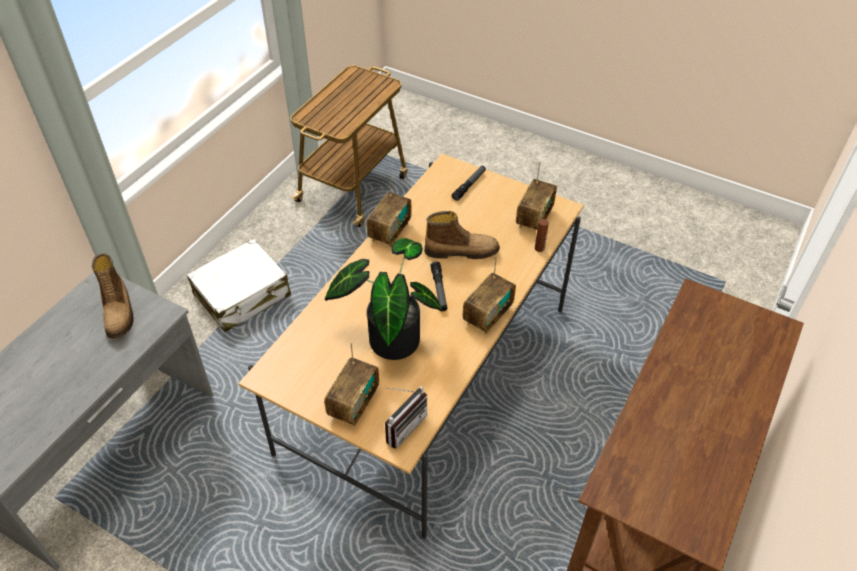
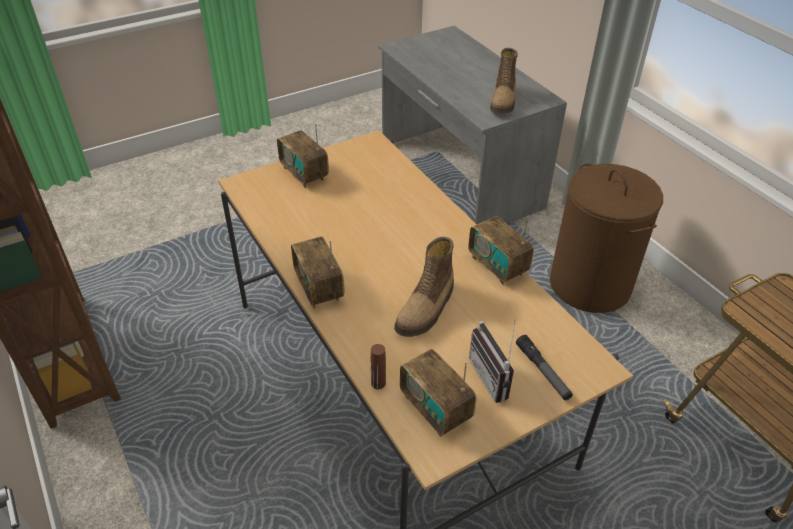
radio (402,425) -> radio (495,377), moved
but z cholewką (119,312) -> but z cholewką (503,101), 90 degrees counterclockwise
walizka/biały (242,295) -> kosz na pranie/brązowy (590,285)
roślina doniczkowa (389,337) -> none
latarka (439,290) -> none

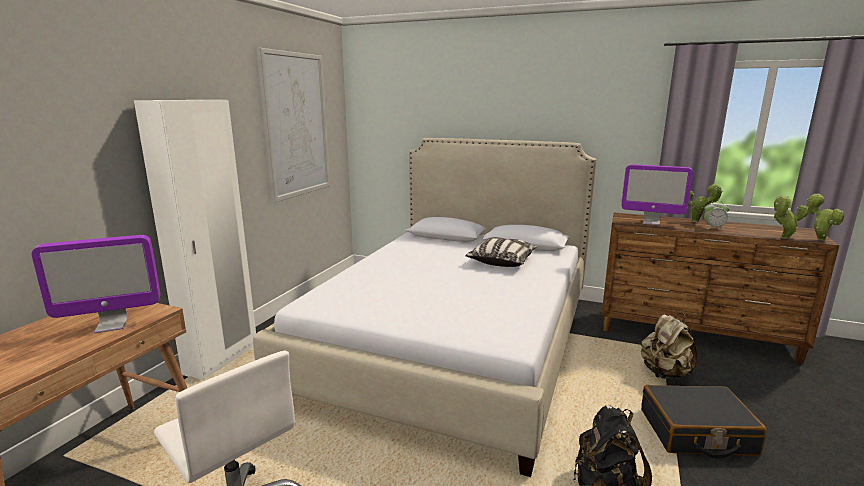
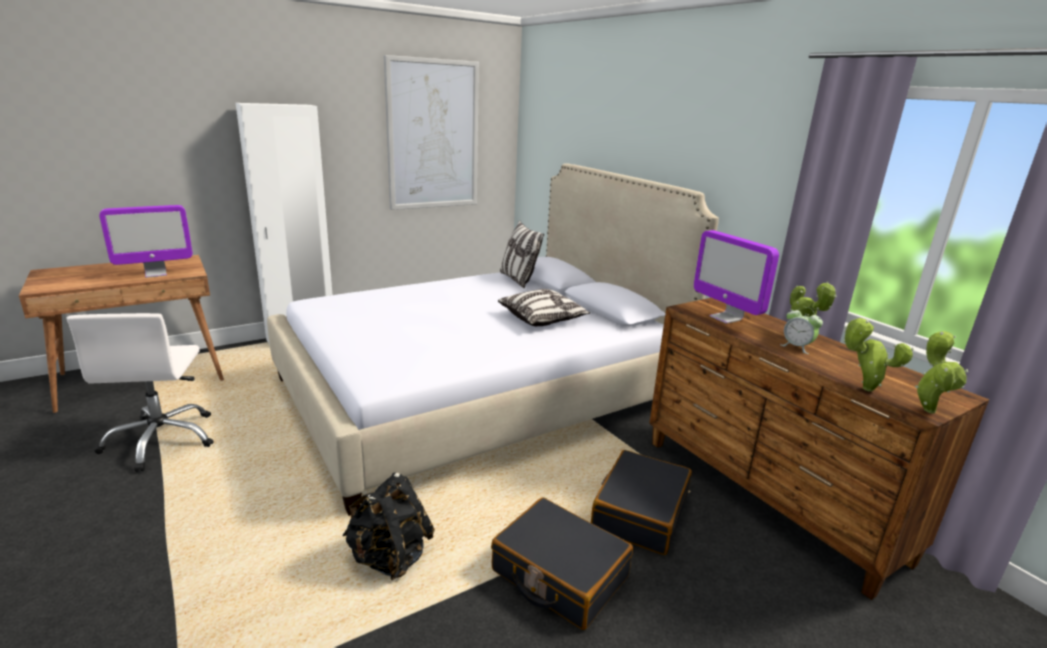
monitor (111,325) -> monitor (155,274), 45 degrees counterclockwise
none -> poduszka (518,280)
plecak/beżowy (665,373) -> walizka/czarny (639,512)

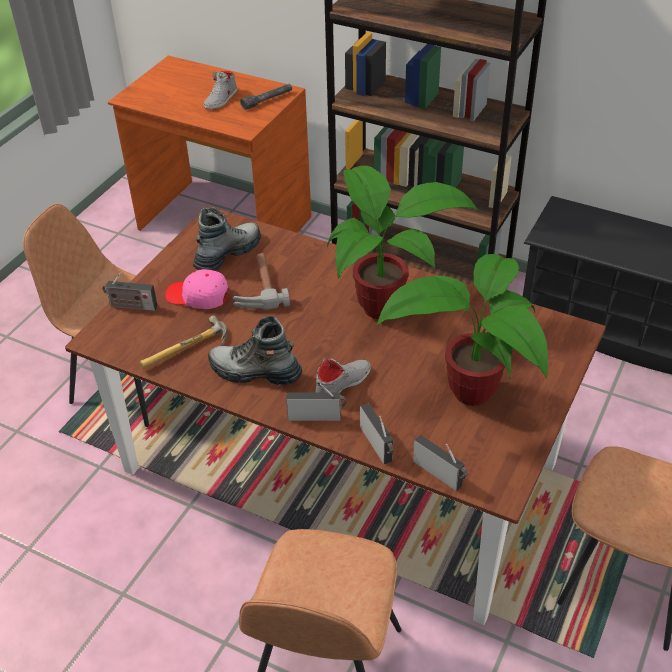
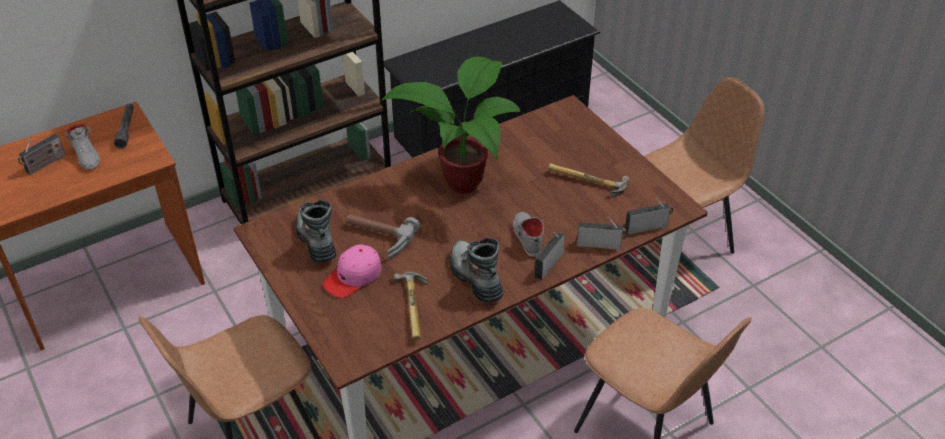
radio (131,306) -> radio (44,165), moved
but z cholewką (255,372) -> but z cholewką (475,278), 105 degrees clockwise
roślina doniczkowa (465,395) -> młotek (586,183)

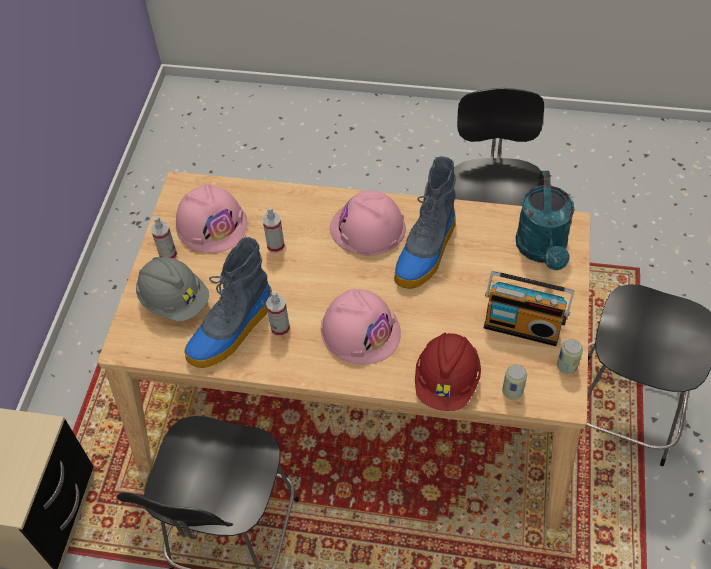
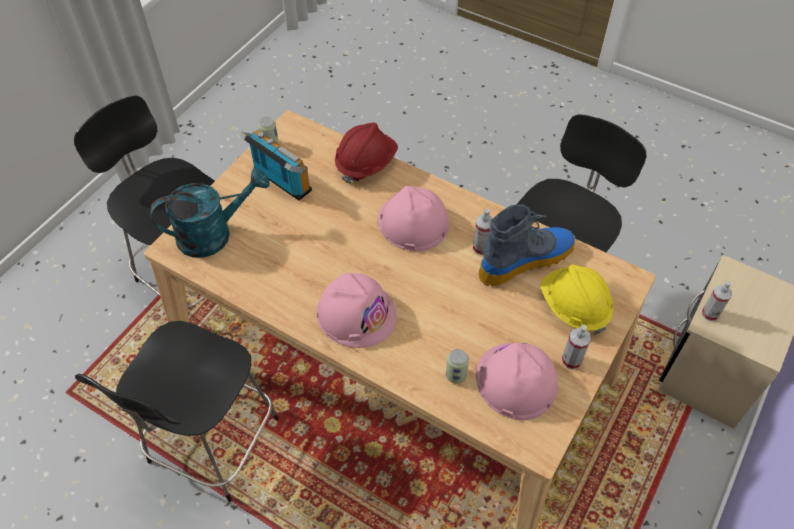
konewka/turkusowy (542,250) -> konewka/turkusowy (214,233), 45 degrees clockwise
puszka (512,391) -> puszka (456,375), moved
kask/szary (174,300) -> kask/żółty (573,307)
spryskiwacz (275,245) -> spryskiwacz (710,314), moved
but z cholewką (426,252) -> none

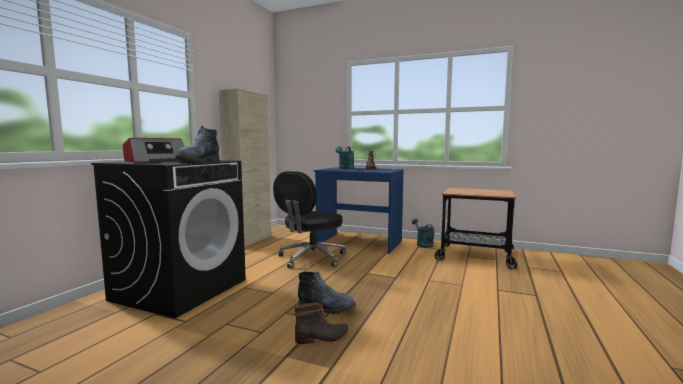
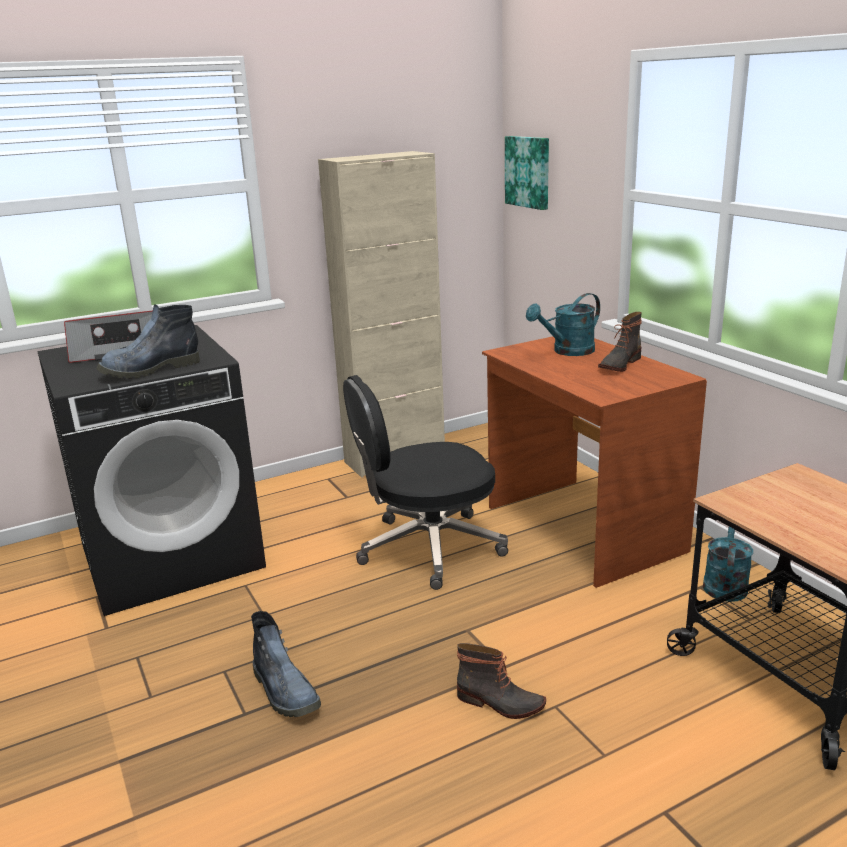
but z cholewką (322,337) -> but z cholewką (500,703), moved
biurko/niebieski (359,243) -> biurko/brązowy (581,529)
none -> obraz (528,172)

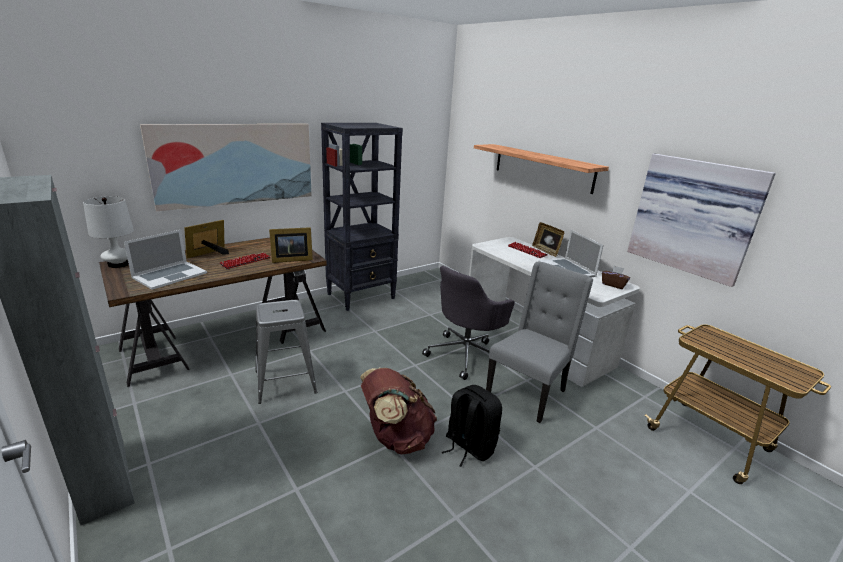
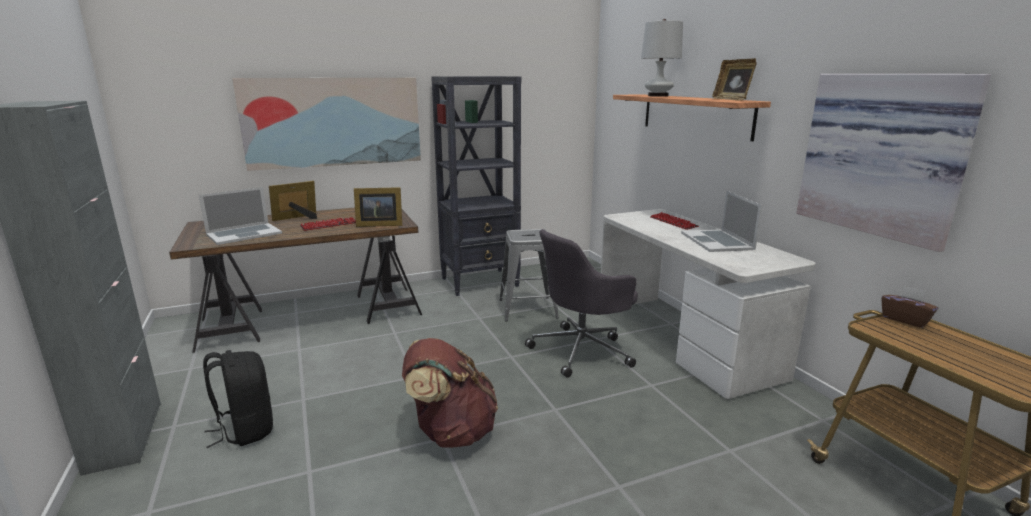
plecak/czarny (468,447) -> plecak/czarny (245,430), moved
stołek/szary (285,381) -> stołek/szary (528,309), moved
lampa stołowa/biały (118,264) -> lampa stołowa/biały (658,96), moved
ramka na zdjęcie (546,251) -> ramka na zdjęcie (732,99), moved
pudełko chusteczek/brązowy (613,285) -> pudełko chusteczek/brązowy (905,319), moved
krzesło/szary (527,393) -> none

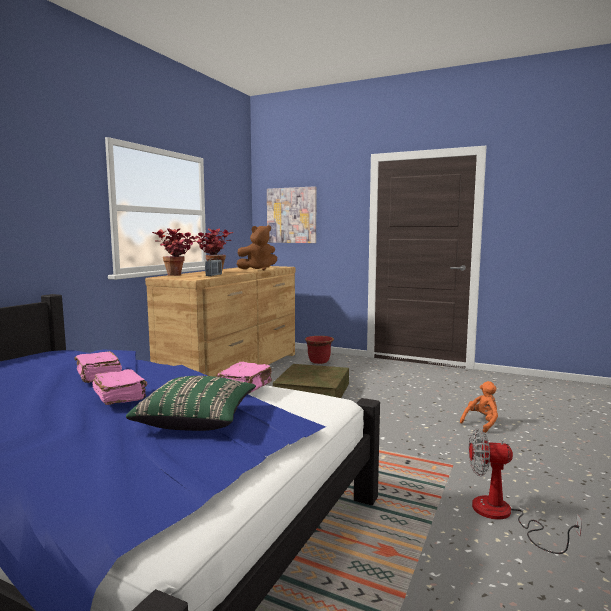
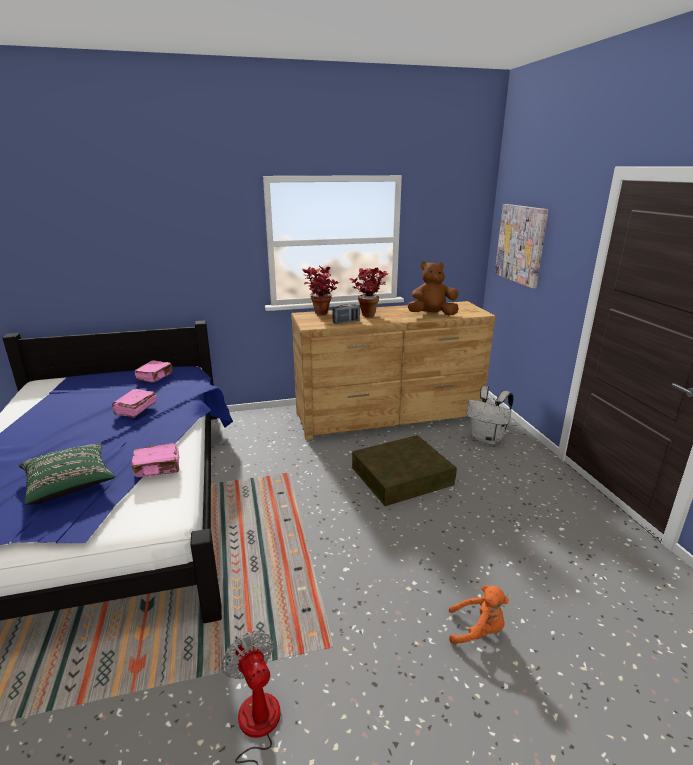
książka/różowy (120,397) -> książka/różowy (155,377), moved
pluszak/brązowy (258,269) -> pluszak/brązowy (432,315), 150 degrees clockwise
donica/czerwony (319,361) -> plecak/biały (487,439)

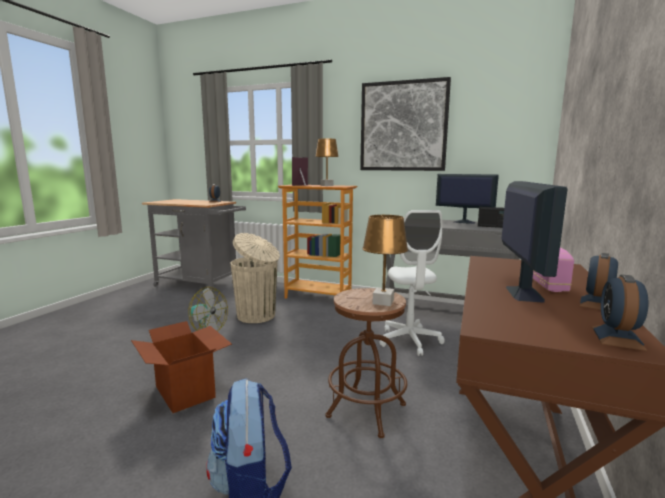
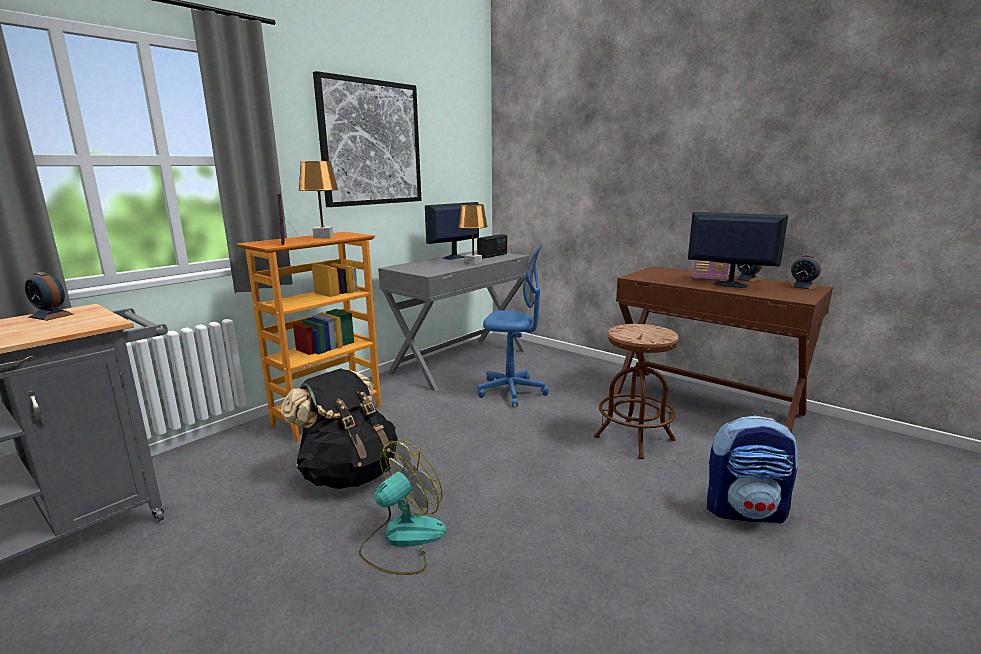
kosz na śmieci/beżowy (257,316) -> plecak/czarny (349,473)
lampa stołowa/brązowy (383,302) -> lampa stołowa/brązowy (473,263), moved
krzesło biurowe/biały (409,340) -> krzesło biurowe/niebieski (511,391)
karton (186,391) -> none

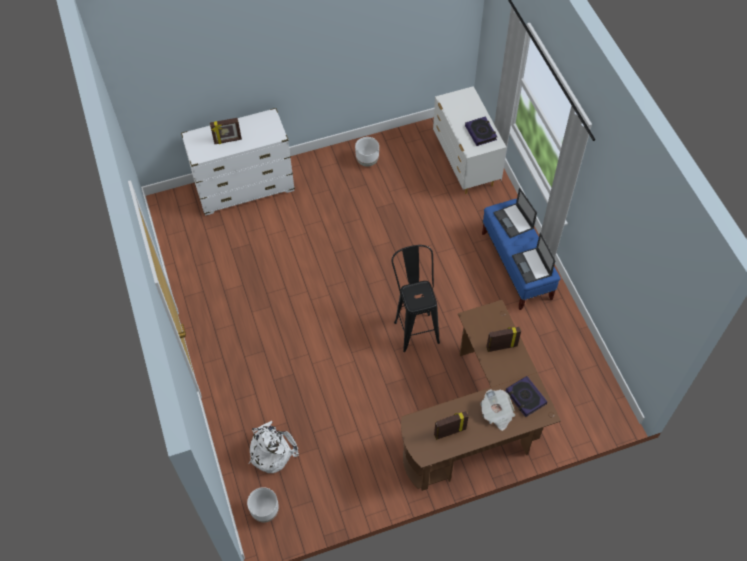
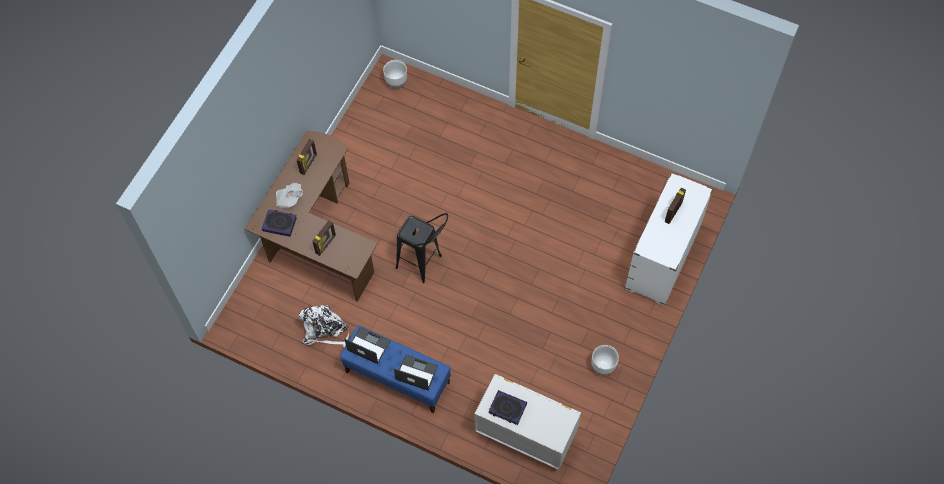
plecak/biały (271,450) -> plecak/biały (325,329), moved

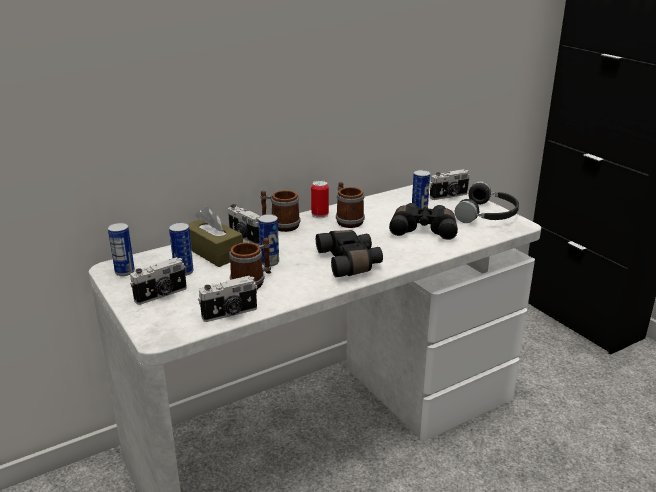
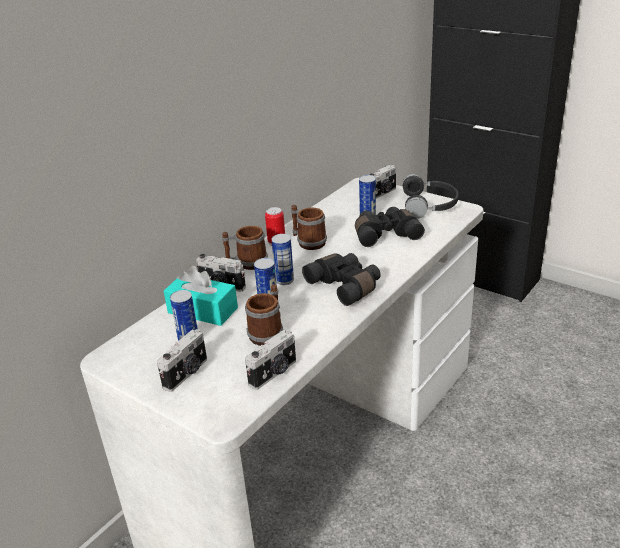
pudełko chusteczek/brązowy (214,252) -> pudełko chusteczek/turkusowy (203,310)
puszka (125,272) -> puszka (284,280), moved

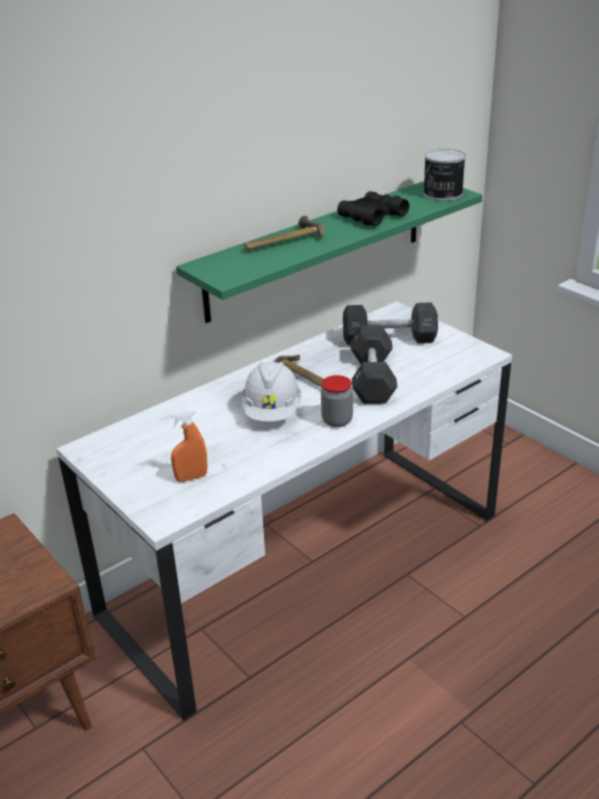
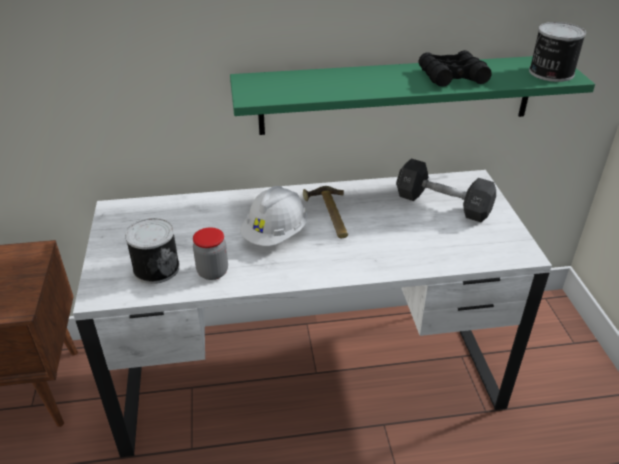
spryskiwacz/pomarańczowy (191,477) -> puszka (156,267)
słoik (337,420) -> słoik (212,272), moved
młotek (283,241) -> none
hantel/czarny (372,379) -> none

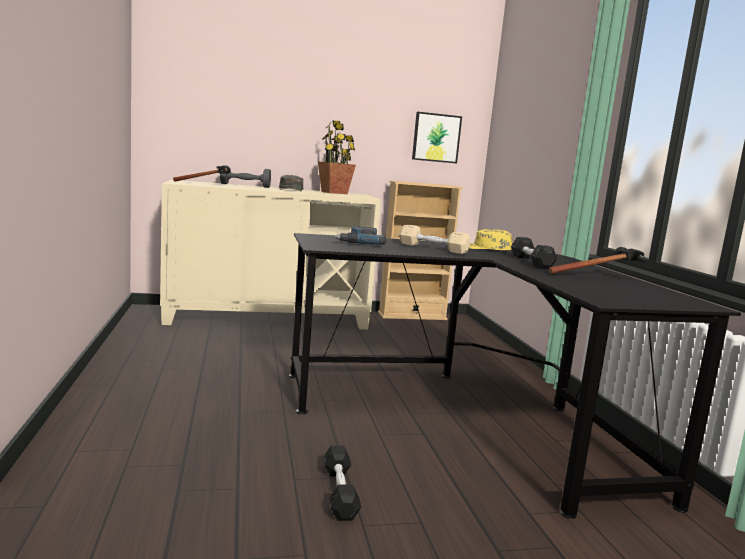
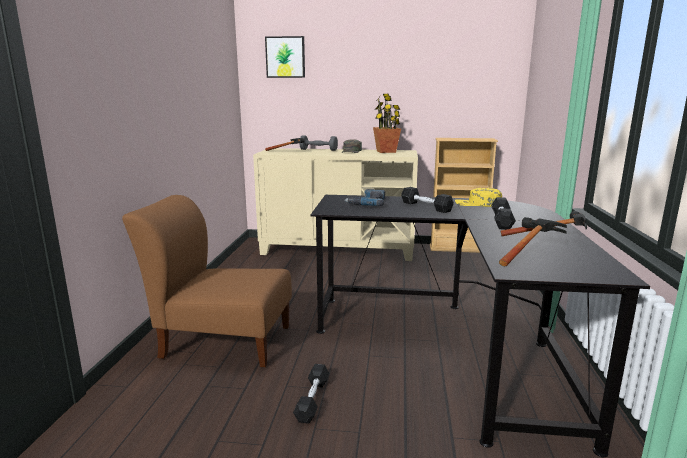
none -> krzesło/brązowy (222,341)
obraz (436,138) -> obraz (285,57), moved
hantel/beżowy (432,248) -> hantel/czarny (426,207)
none -> młotek (528,252)

